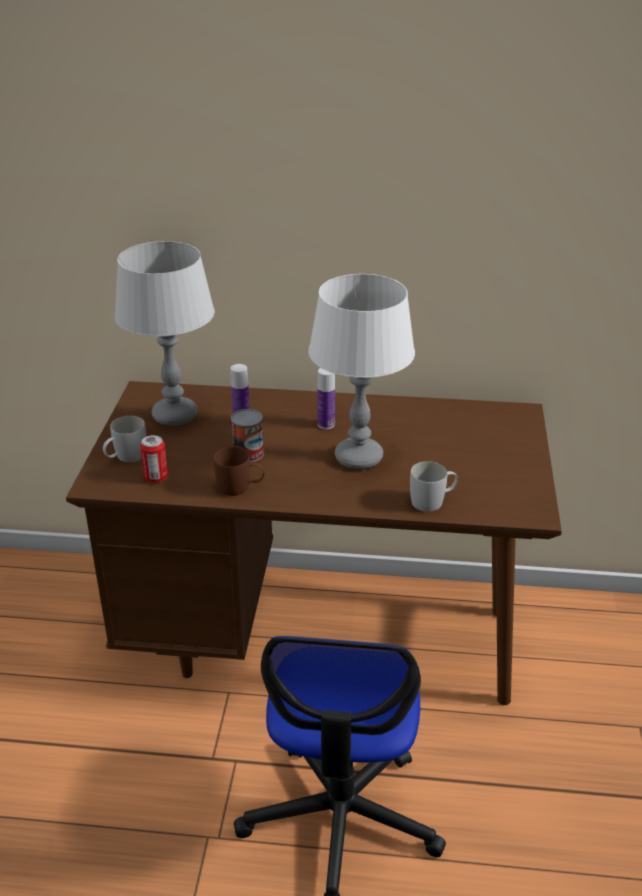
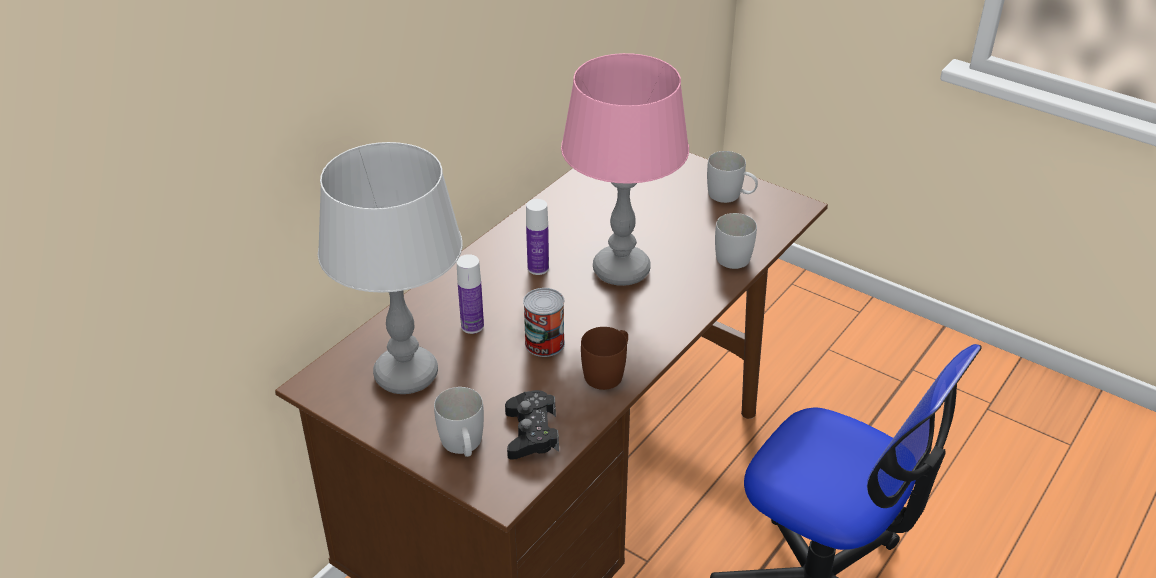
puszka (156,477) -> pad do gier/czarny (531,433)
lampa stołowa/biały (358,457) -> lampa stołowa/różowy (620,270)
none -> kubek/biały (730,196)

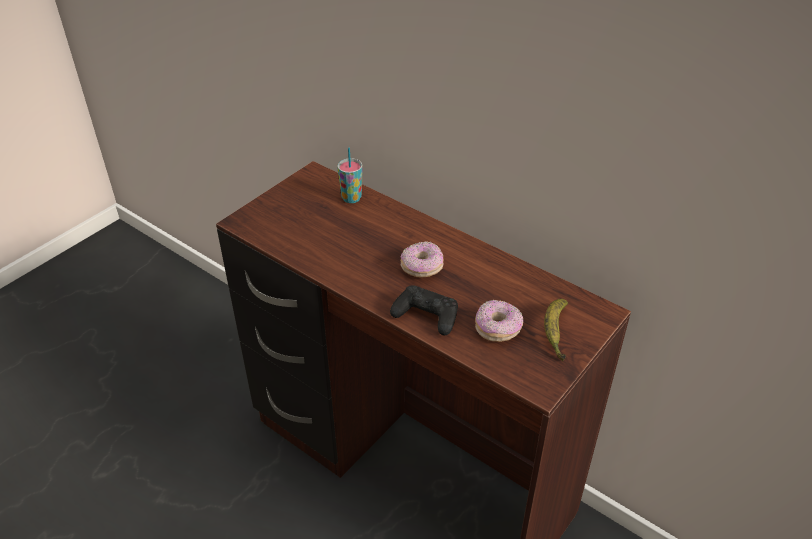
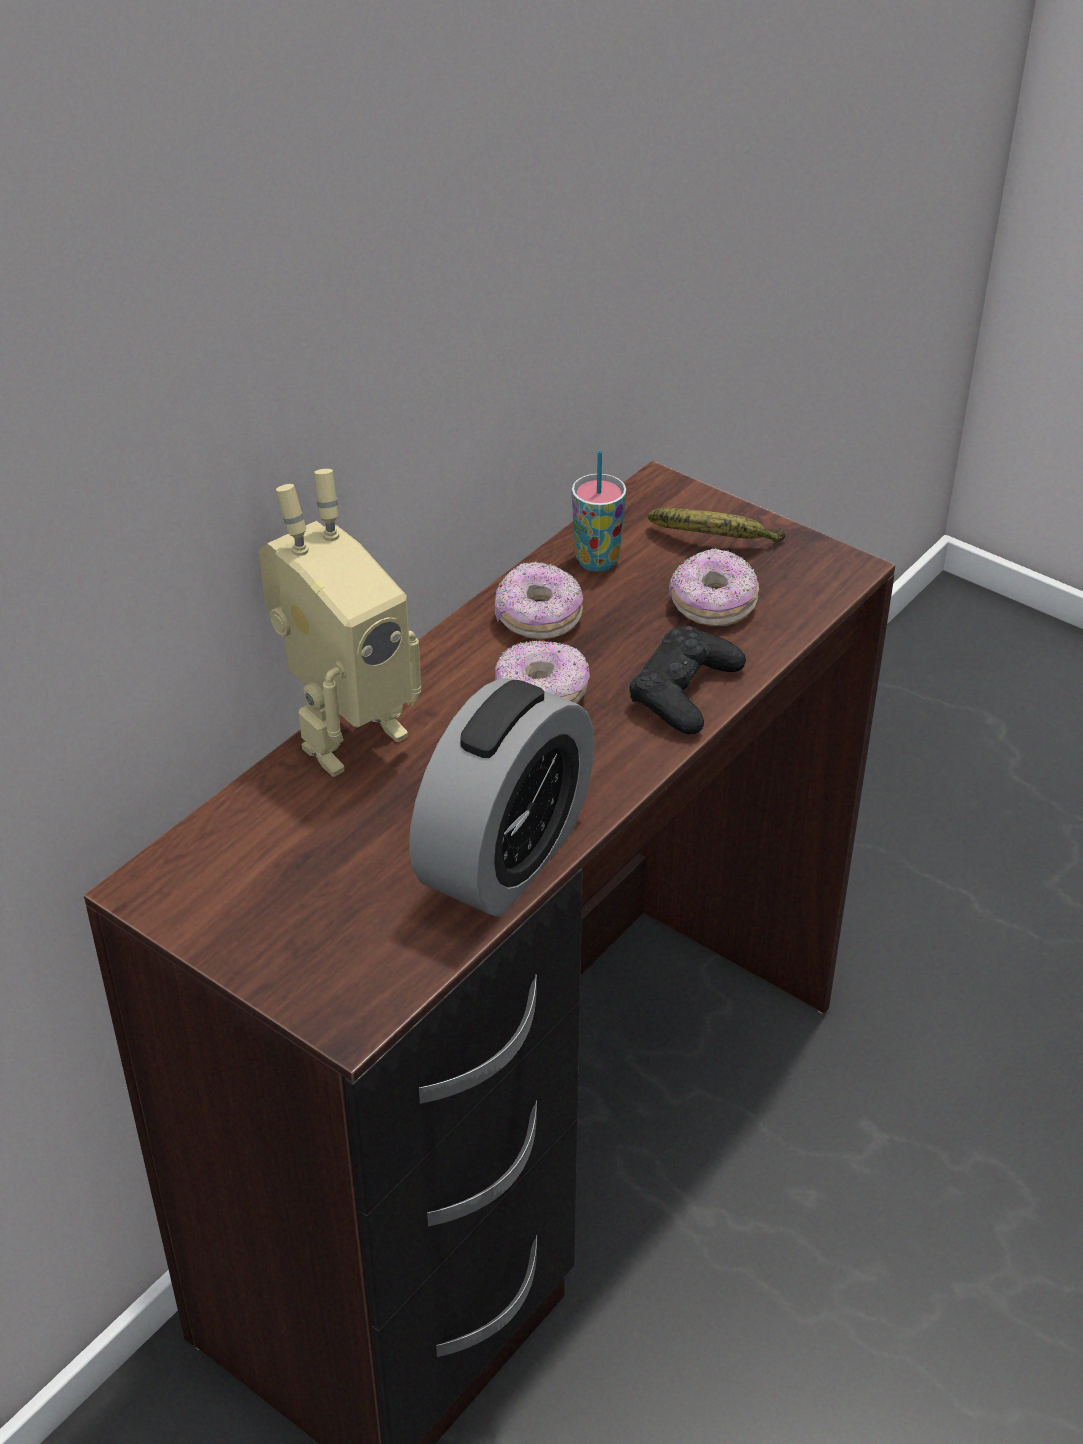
none -> robot zabawkowy (344,732)
none -> budzik (505,858)
none -> donut (538,618)
filiżanka (351,198) -> filiżanka (597,561), moved

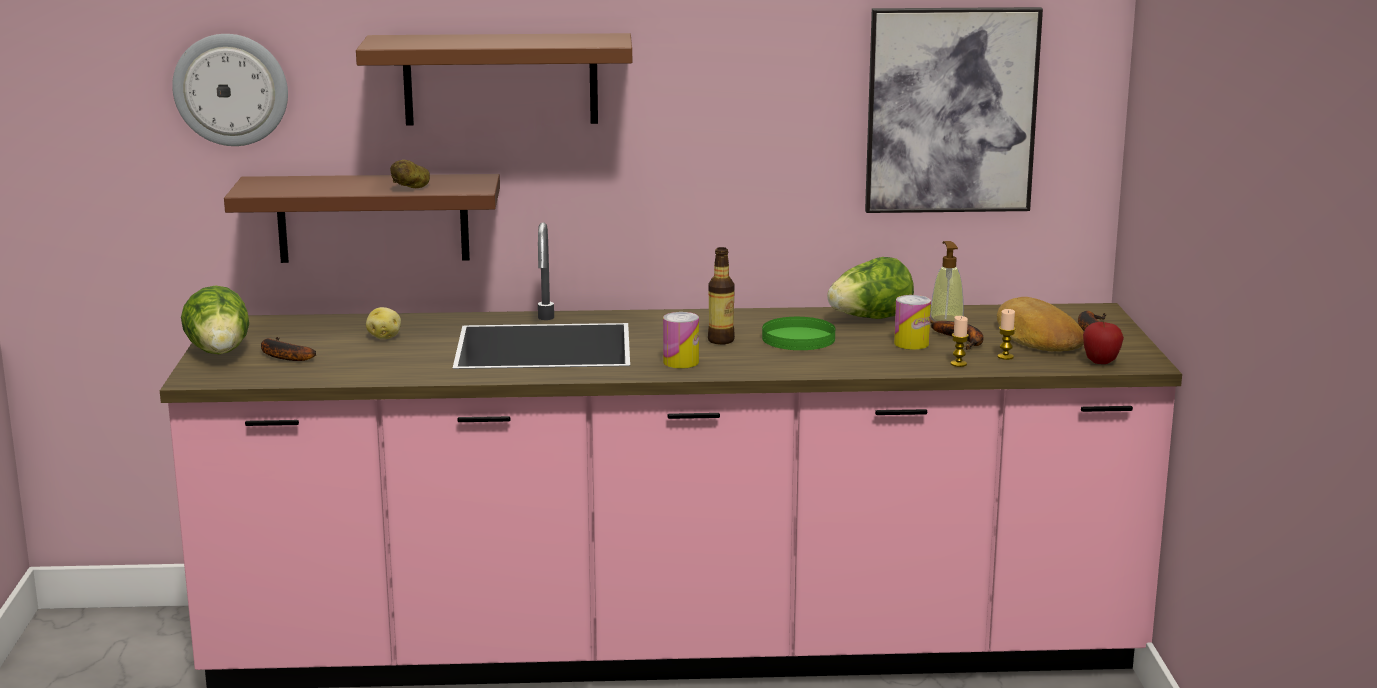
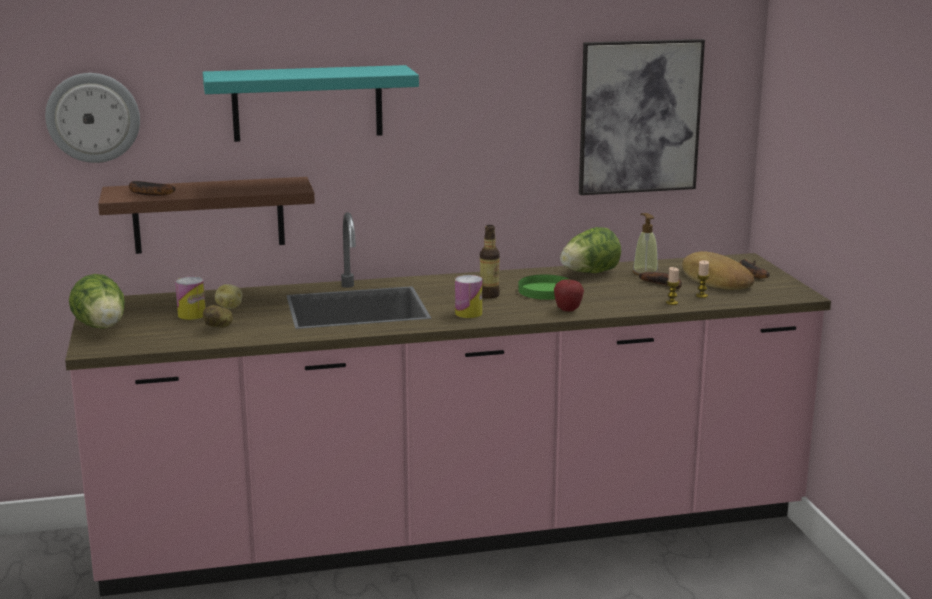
banan (281,355) -> banan (146,193), moved
puszka (911,344) -> puszka (192,315), moved
półka/brązowy (500,79) -> półka/turkusowy (307,103)
ziemniak (412,188) -> ziemniak (219,327), moved
jabłko (1101,362) -> jabłko (568,310), moved

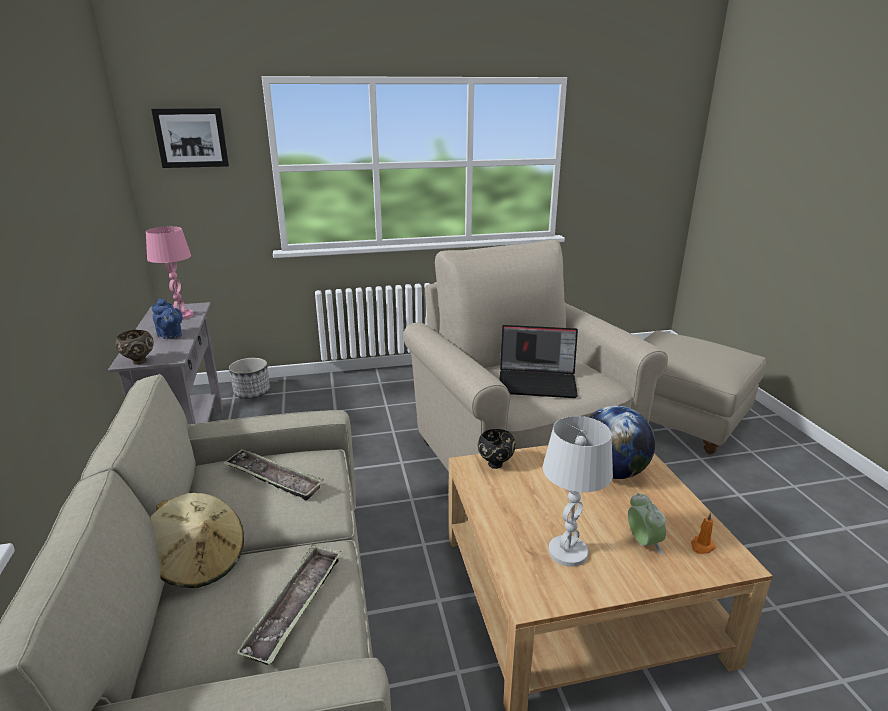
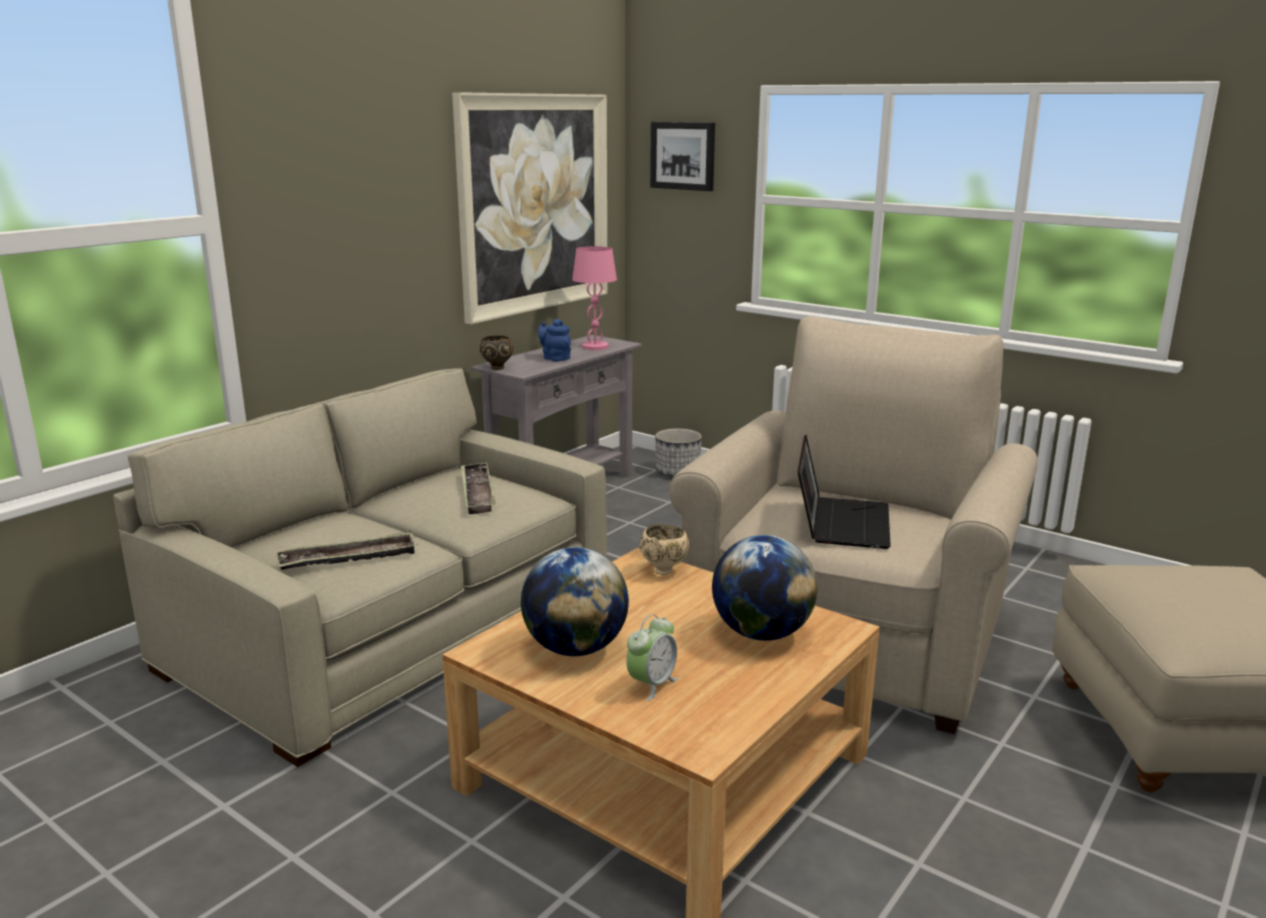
none -> obraz (534,204)
lampa stołowa/biały (568,551) -> globus (575,648)
imbryk/niebieski (170,336) -> imbryk/niebieski (555,358), 135 degrees clockwise
miska/czarny (496,464) -> miska/beżowy (664,571)
laptop (538,382) -> laptop (840,523), 135 degrees counterclockwise
kapelusz/beżowy (200,561) -> none
świeca/pomarańczowy (702,546) -> none

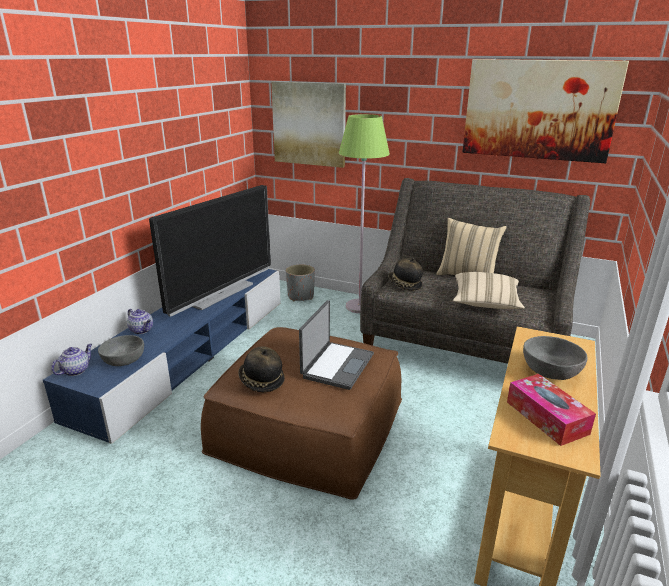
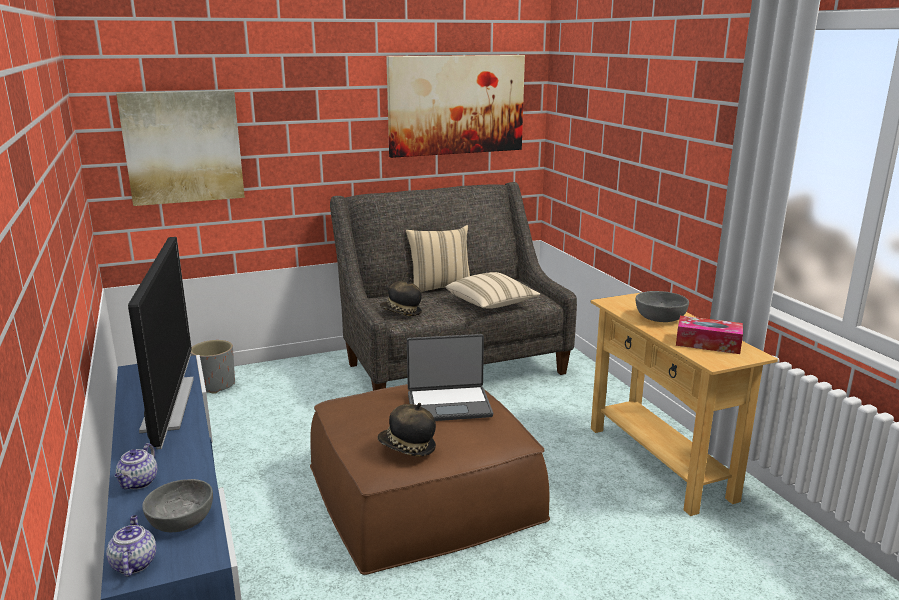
imbryk (142,330) -> imbryk (138,483), 105 degrees clockwise
laptop (336,366) -> laptop (449,404), 105 degrees clockwise
lampa stojąca/zielony (359,307) -> none

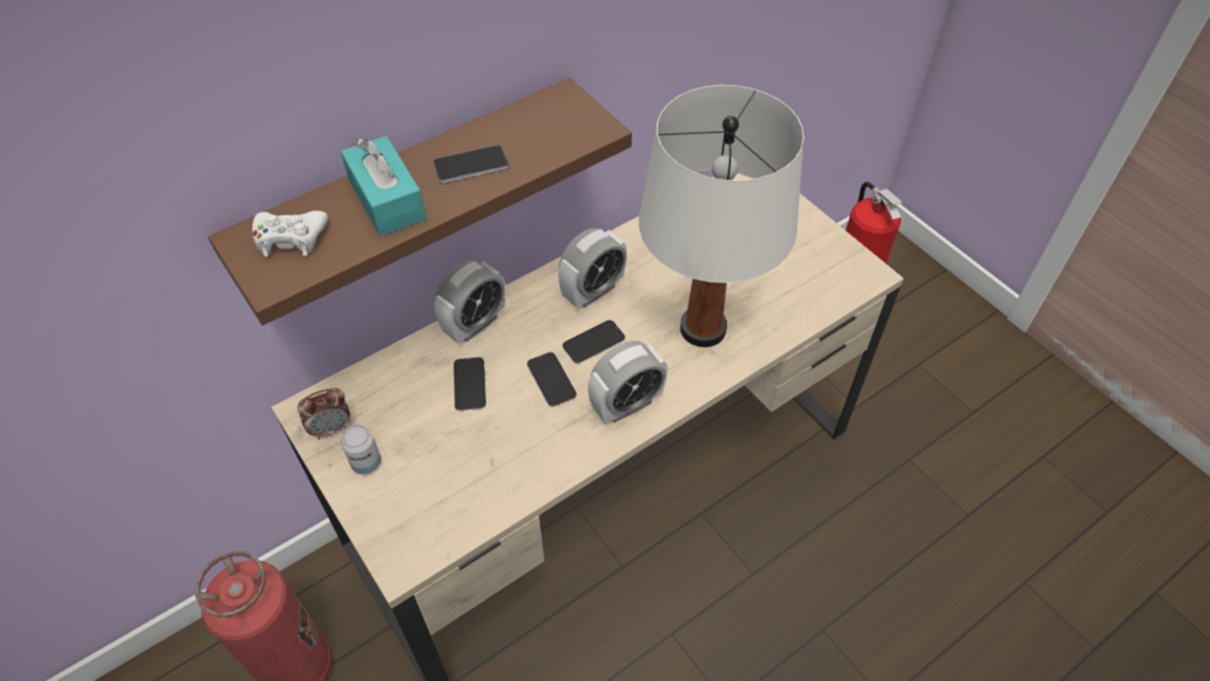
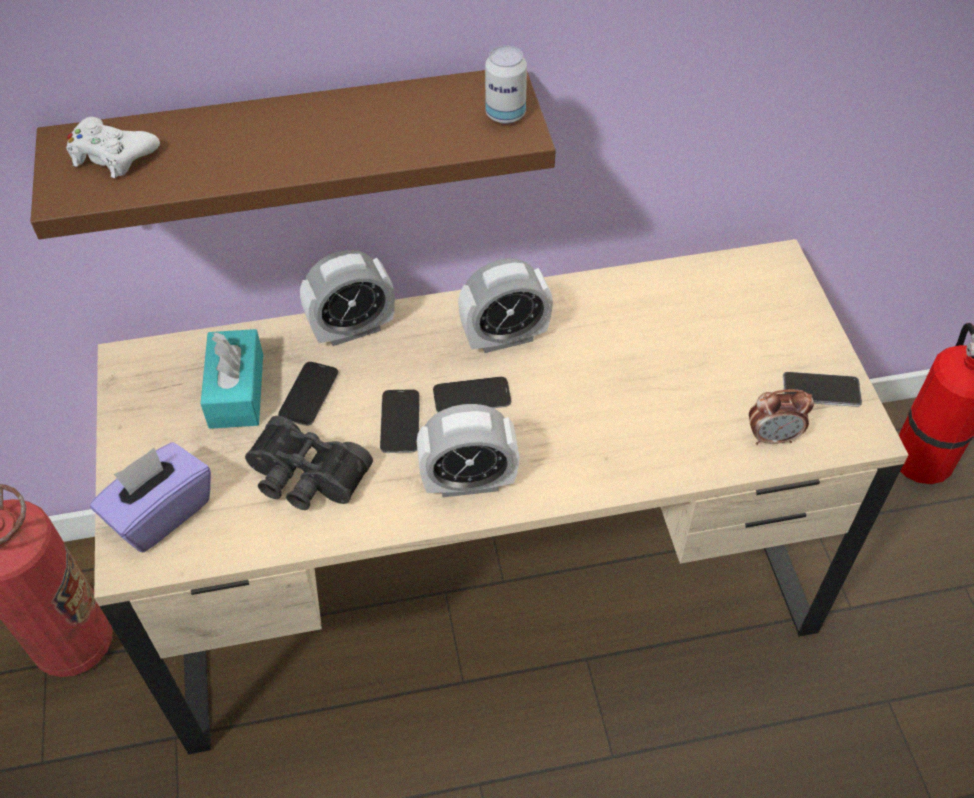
none -> pudełko chusteczek/fioletowy (160,512)
pudełko chusteczek/turkusowy (387,200) -> pudełko chusteczek/turkusowy (236,390), moved
none -> lornetka/czarny (305,478)
puszka (366,463) -> puszka (505,114), moved
budzik (331,428) -> budzik (772,437), moved
telefon (471,165) -> telefon (821,390), moved
lampa stołowa/biały (703,328) -> none

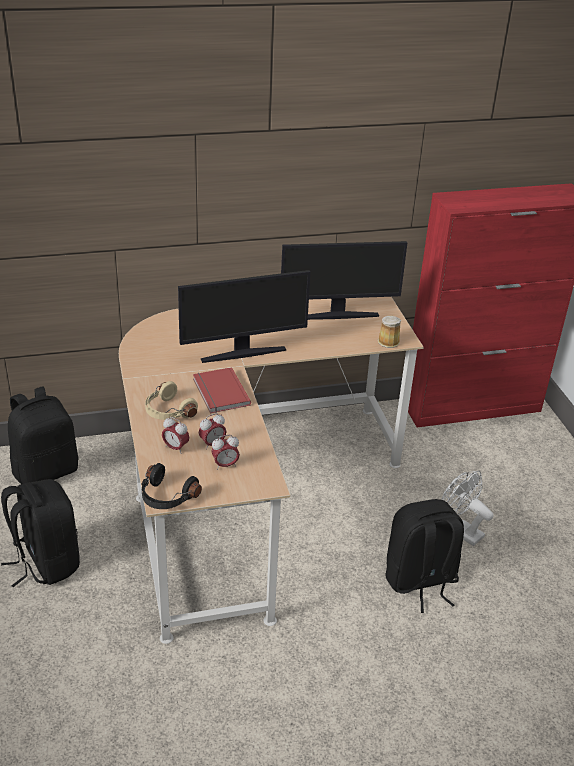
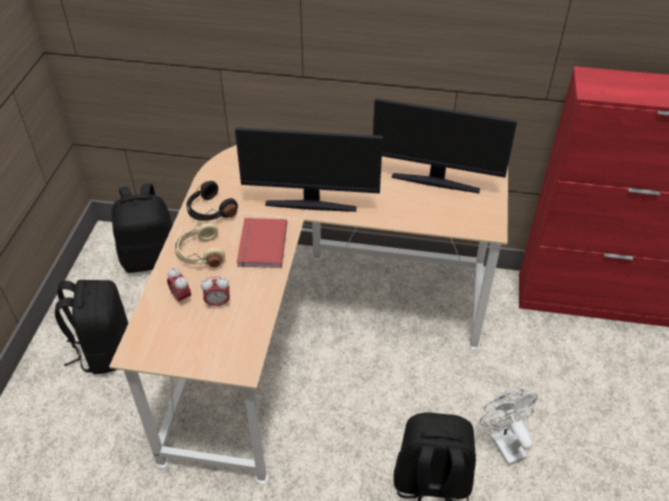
słuchawki/czarny (166,497) -> słuchawki/czarny (210,211), moved
budzik (225,465) -> none
kubek (388,341) -> none

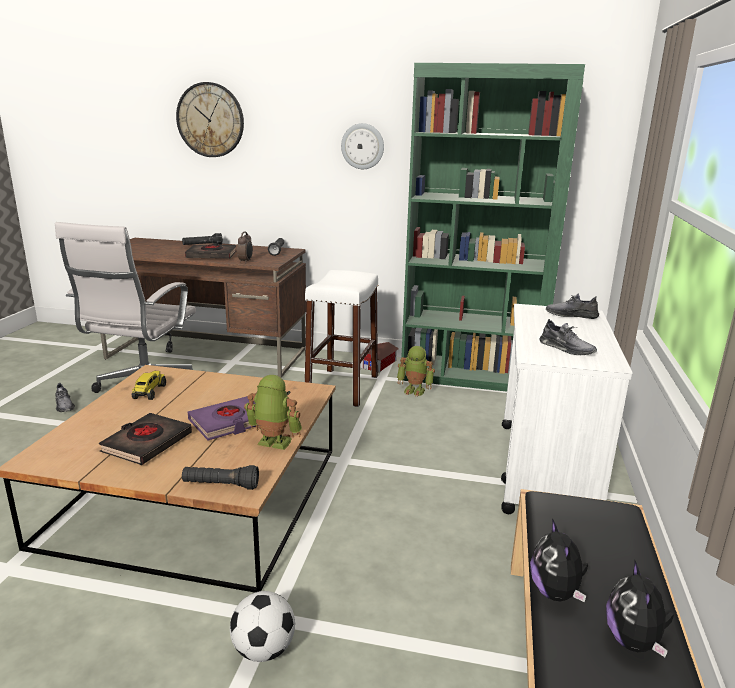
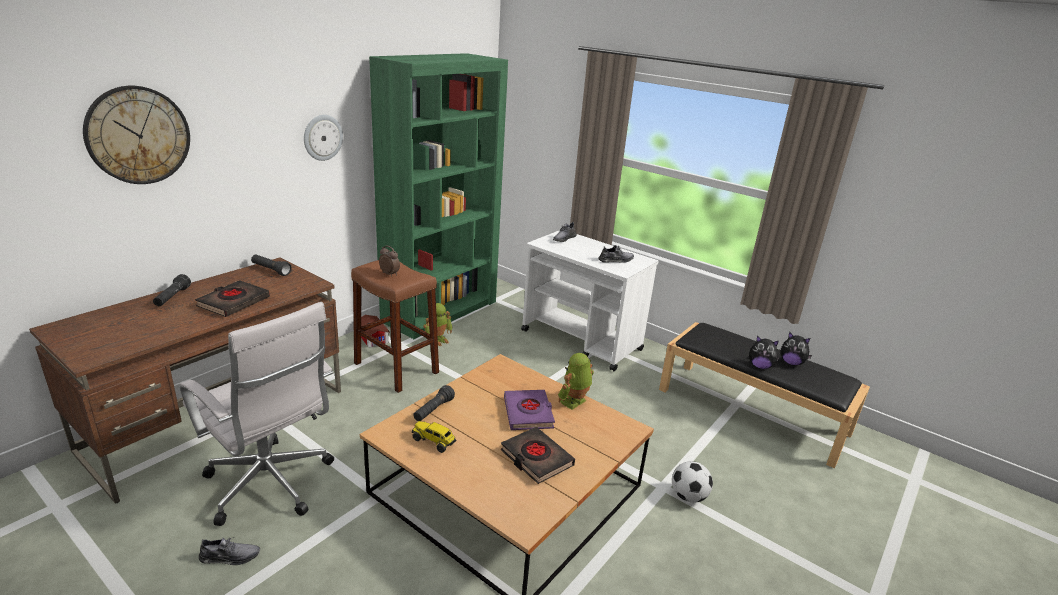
stołek/biały (342,387) -> stołek/brązowy (396,368)
budzik (246,261) -> budzik (390,274), moved
latarka/czarny (220,485) -> latarka/czarny (433,410), moved

